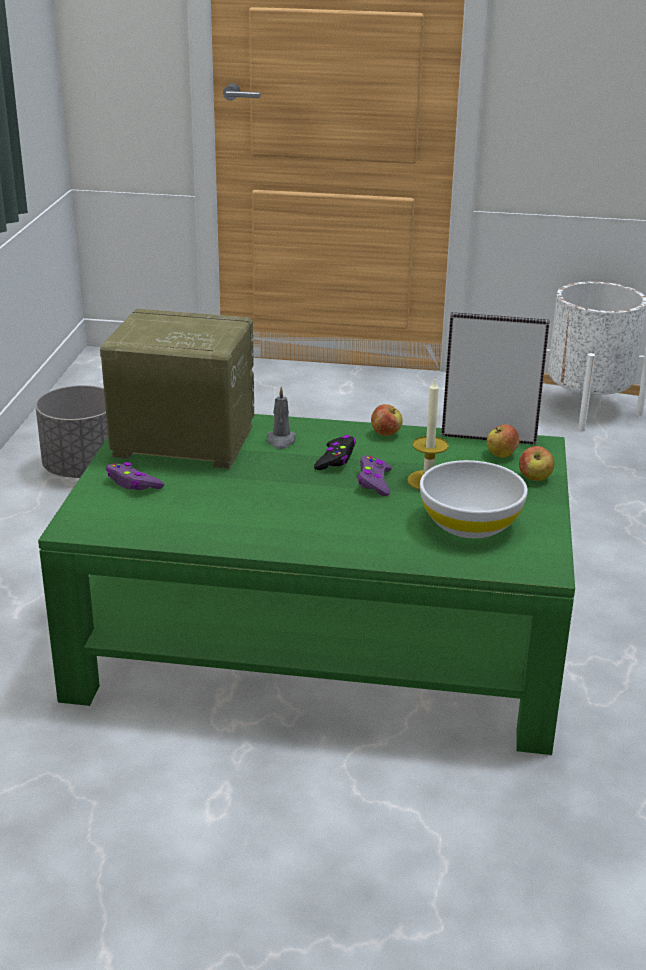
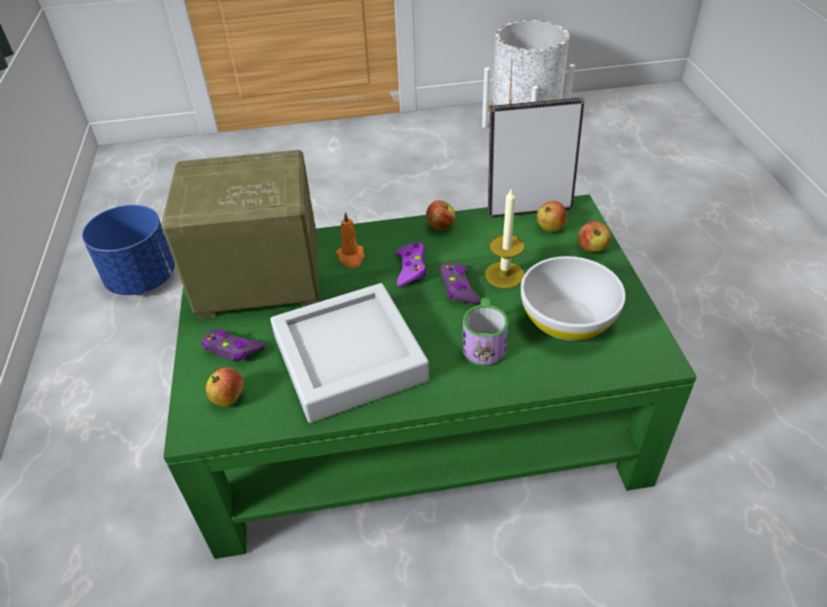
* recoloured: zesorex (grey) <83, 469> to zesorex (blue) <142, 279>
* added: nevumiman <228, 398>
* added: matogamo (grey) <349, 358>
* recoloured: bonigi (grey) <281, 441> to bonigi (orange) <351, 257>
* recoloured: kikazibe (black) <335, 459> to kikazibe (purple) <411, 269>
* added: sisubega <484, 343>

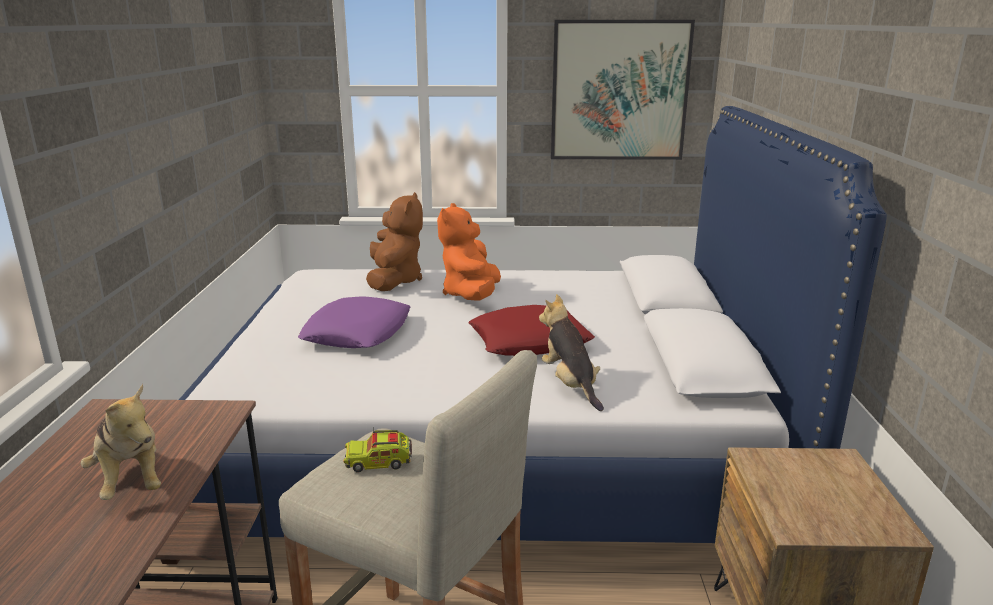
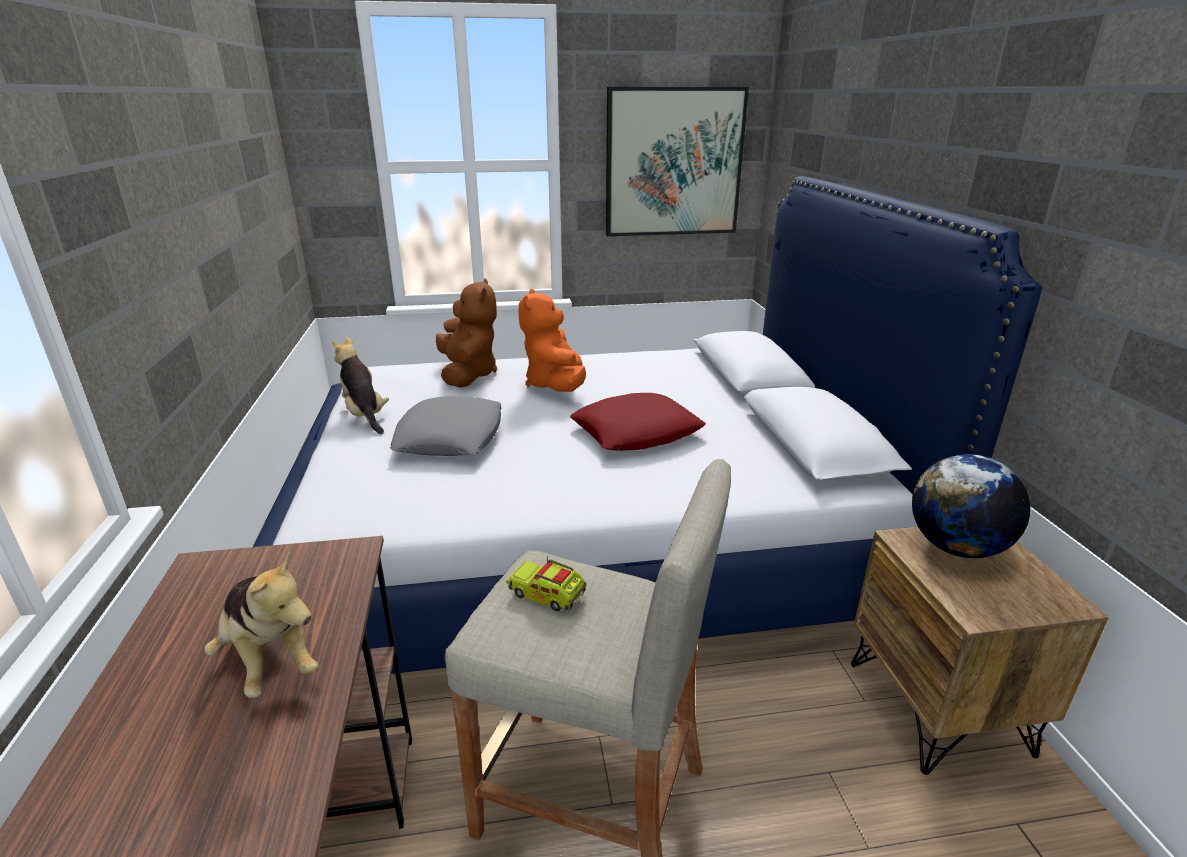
* moved: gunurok <570, 384> to <365, 415>
* recoloured: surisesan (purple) <357, 333> to surisesan (grey) <450, 437>
* turned: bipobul <379, 462> = <547, 594> 45 degrees clockwise
* added: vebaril <956, 548>

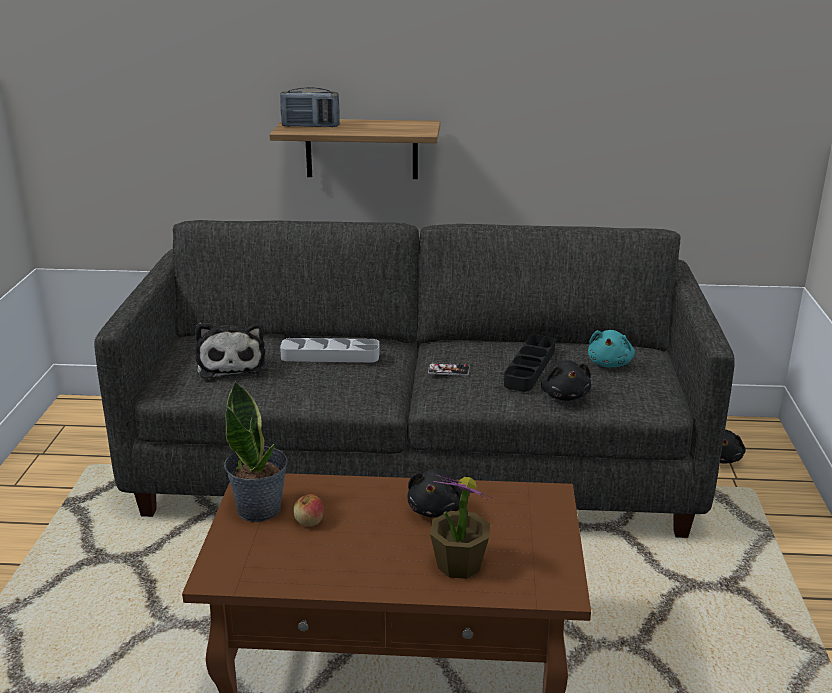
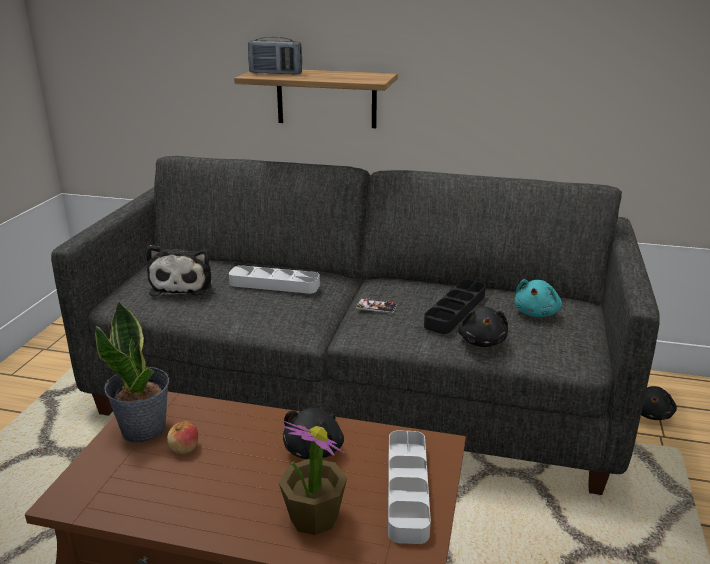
* added: matogamo (grey) <407, 489>

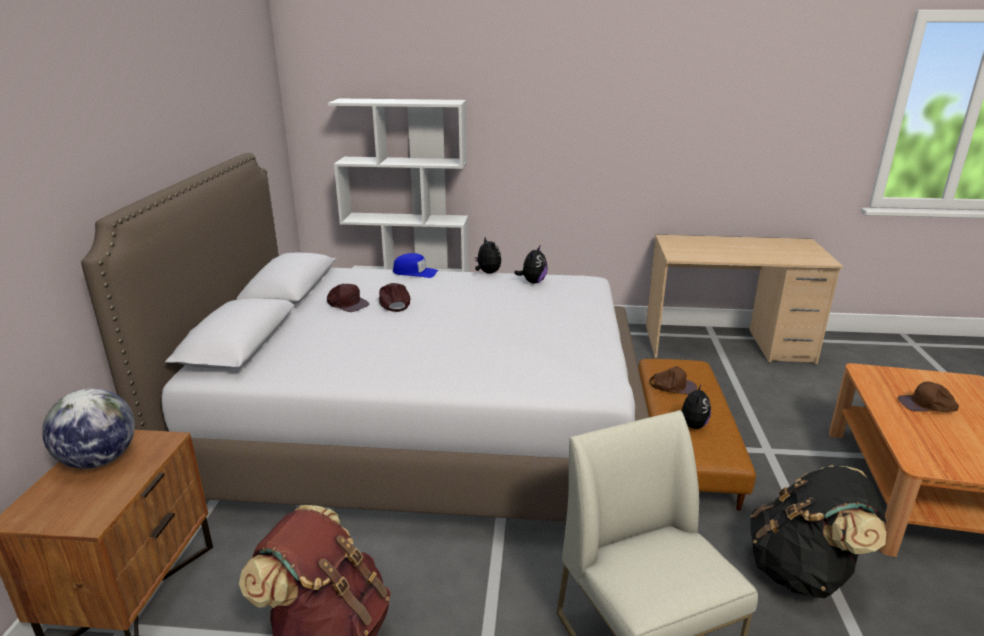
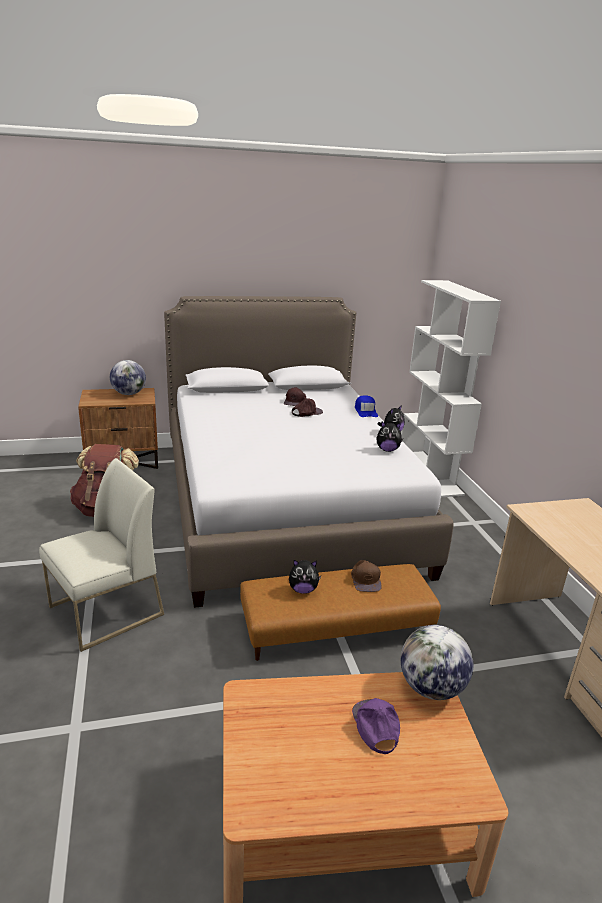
* recoloured: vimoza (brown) <927, 405> to vimoza (purple) <375, 726>
* added: vebaril <431, 688>
* removed: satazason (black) <802, 571>

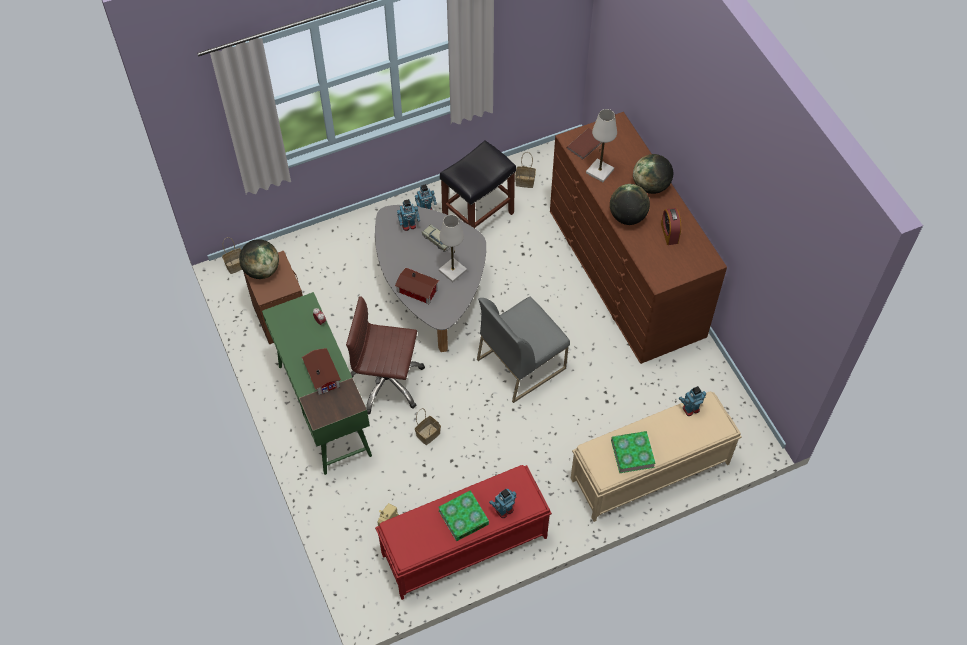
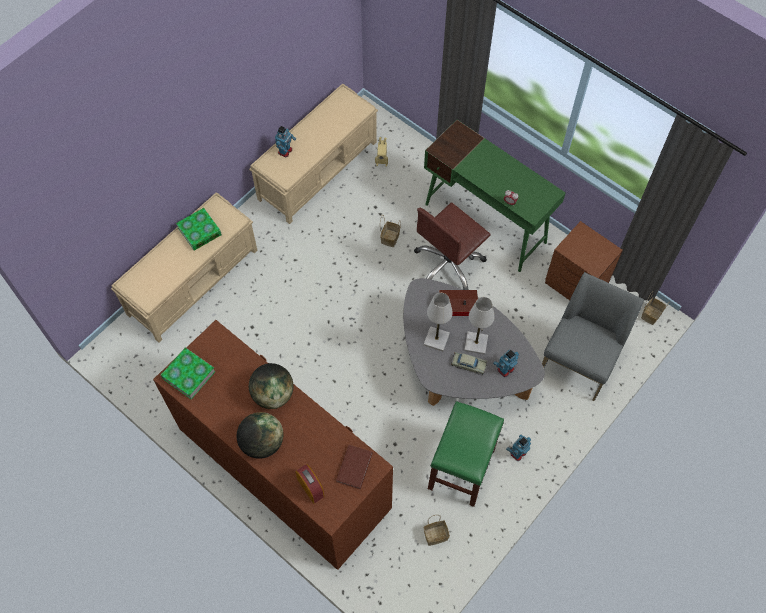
* moved: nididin <463, 517> to <188, 375>
* recoloured: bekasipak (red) <463, 546> to bekasipak (beige) <318, 169>
* moved: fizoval <669, 233> to <310, 487>
* turned: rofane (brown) <386, 382> = <449, 265> 150 degrees clockwise
* recoloured: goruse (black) <478, 215> to goruse (green) <461, 470>
* moved: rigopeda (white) <599, 171> to <476, 343>
* moved: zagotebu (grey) <521, 363> to <579, 362>
* removed: vebaril <261, 270>
* removed: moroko <323, 374>
* removed: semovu <690, 409>

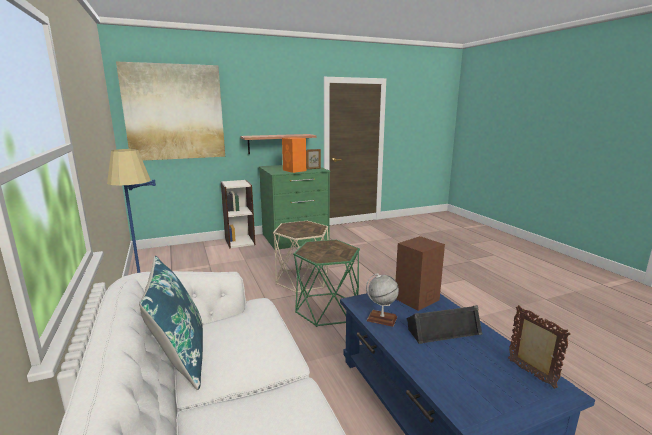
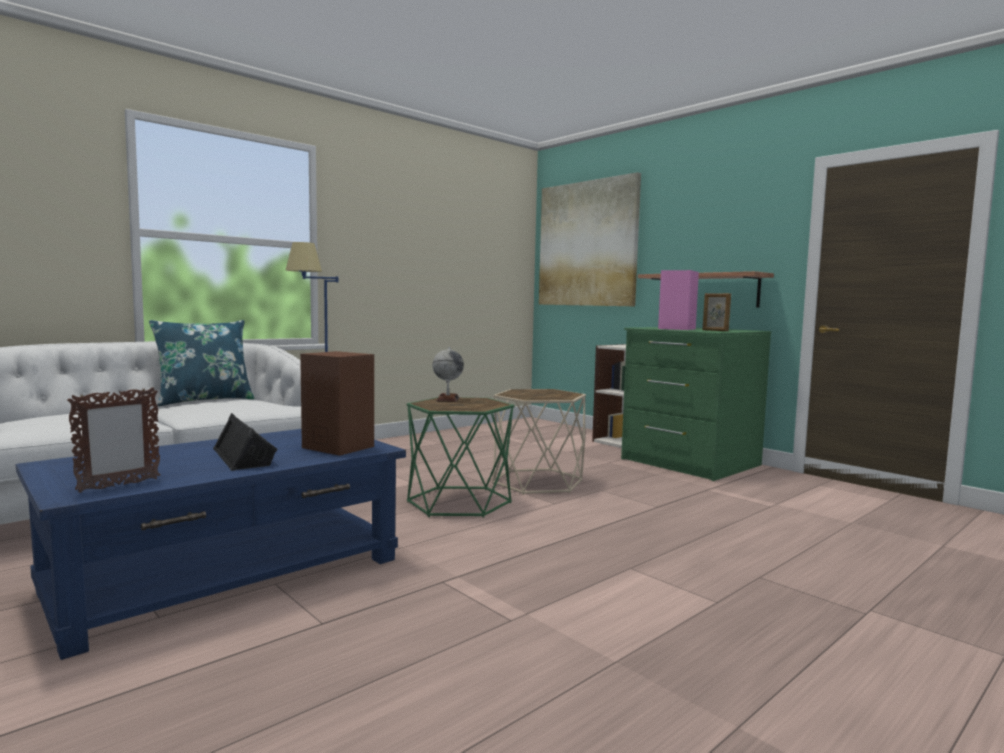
* moved: vebaril <381, 319> to <447, 399>
* recoloured: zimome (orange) <294, 170> to zimome (pink) <676, 329>

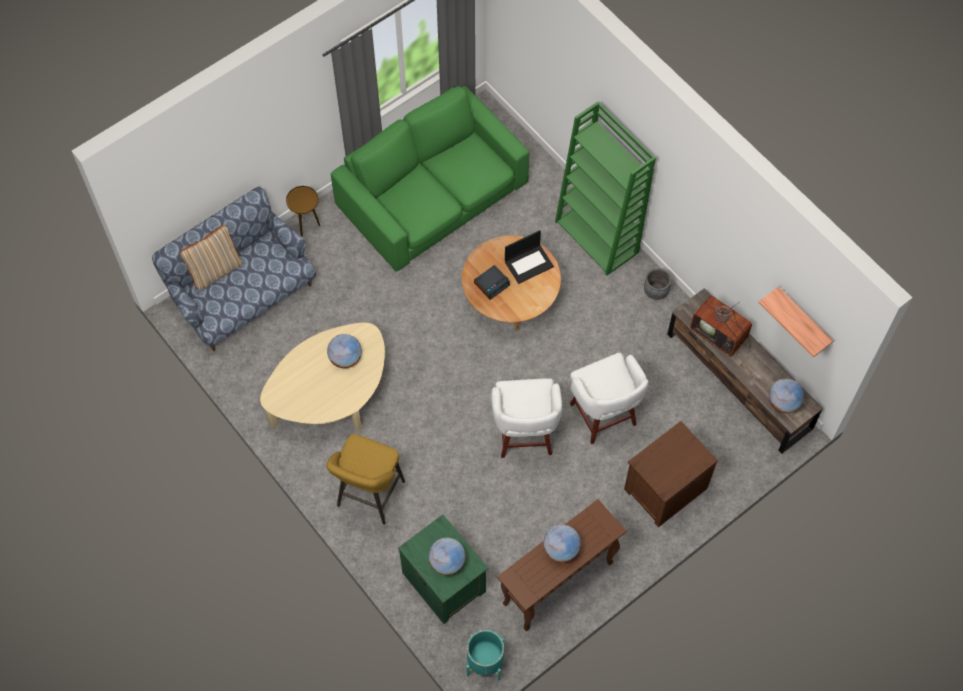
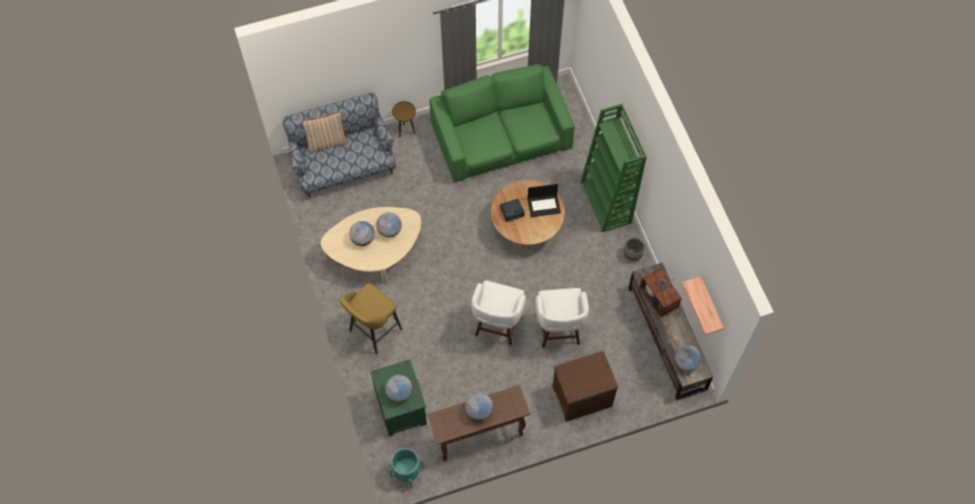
* added: vebaril <363, 239>

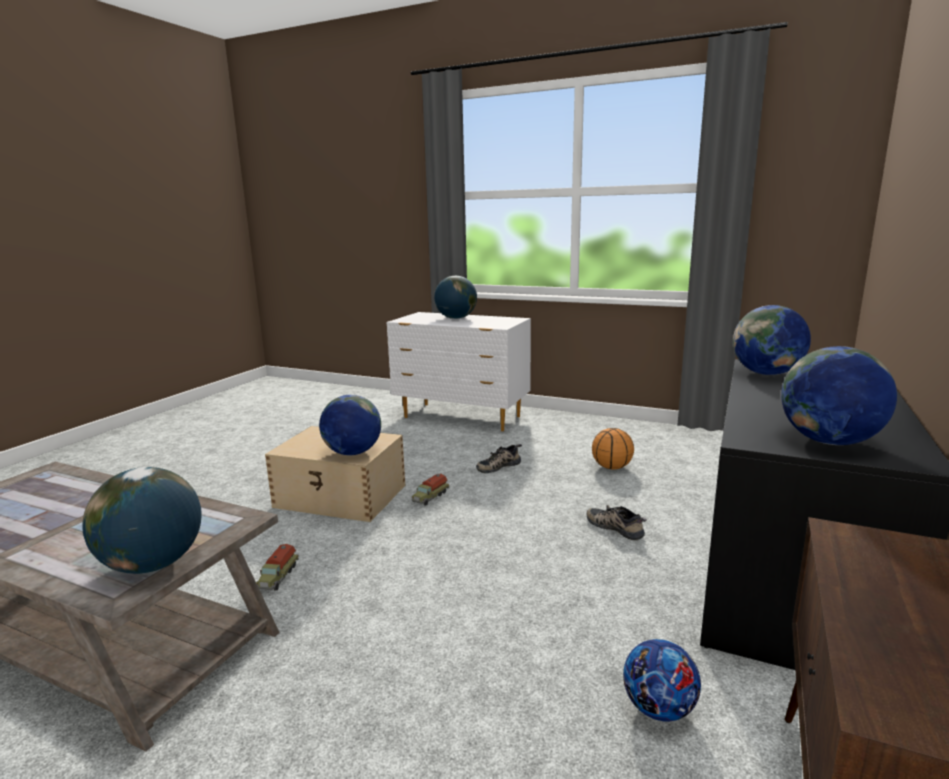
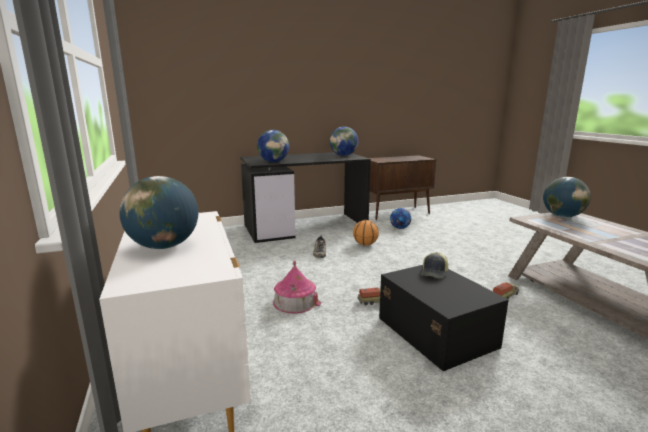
* replaced: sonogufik <498, 465> to moroko <295, 301>
* moved: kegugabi <612, 467> to <365, 244>
* recoloured: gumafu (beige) <341, 496> to gumafu (black) <435, 331>
* replaced: vebaril <352, 453> to vimoza <434, 273>

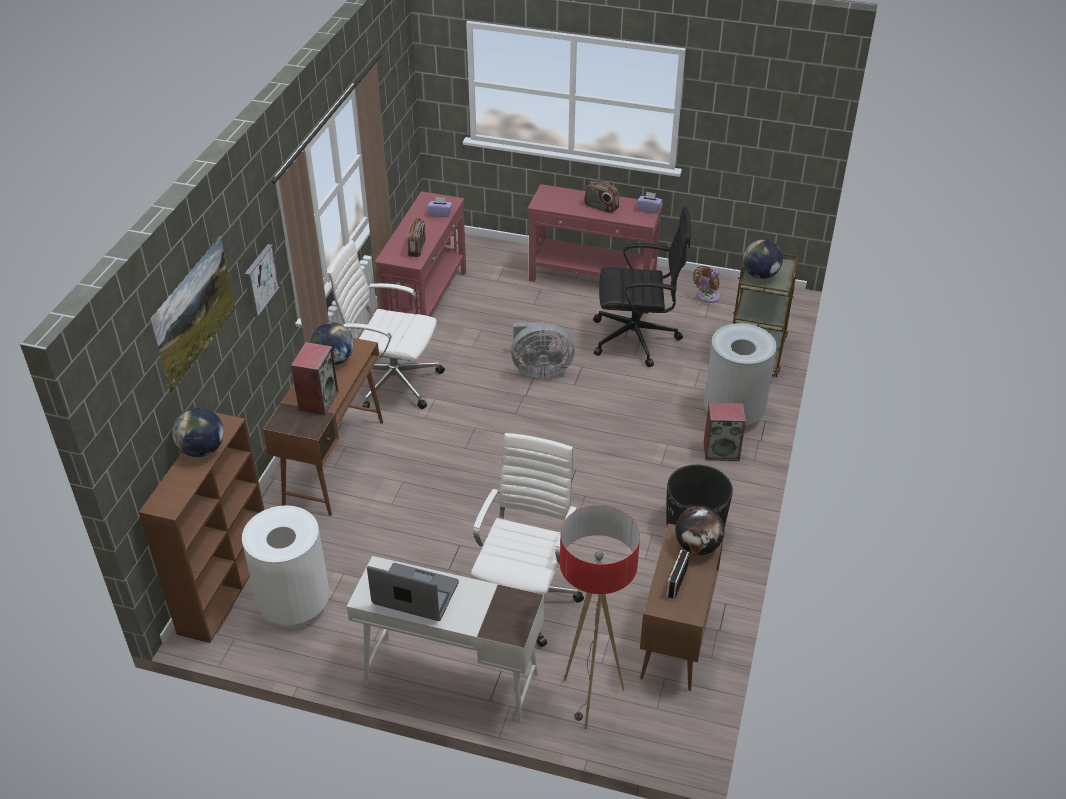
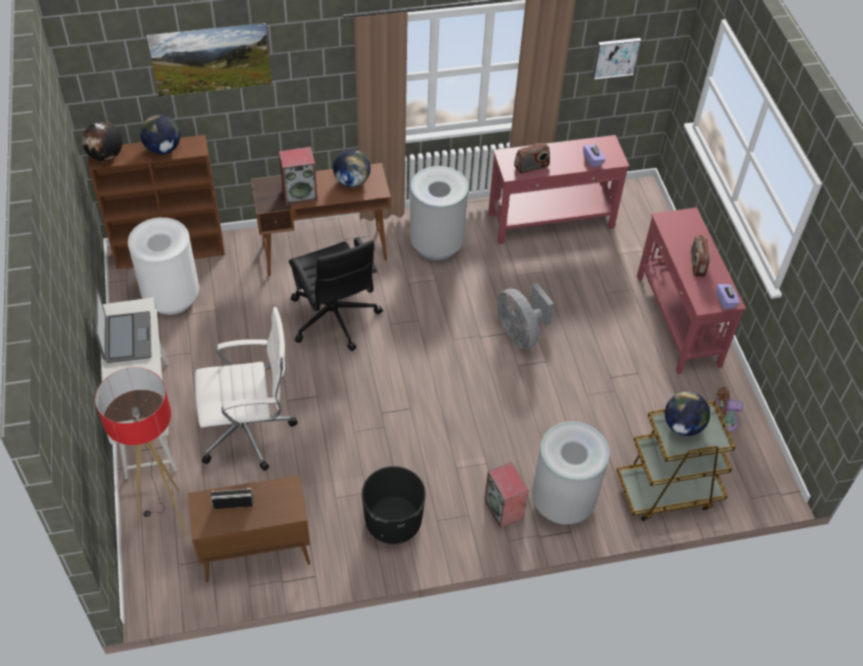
* moved: vebaril <698, 546> to <106, 156>
* moved: rofane (black) <637, 338> to <334, 319>
* replaced: rofane (white) <392, 382> to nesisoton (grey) <436, 244>
* moved: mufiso <260, 280> to <615, 57>

